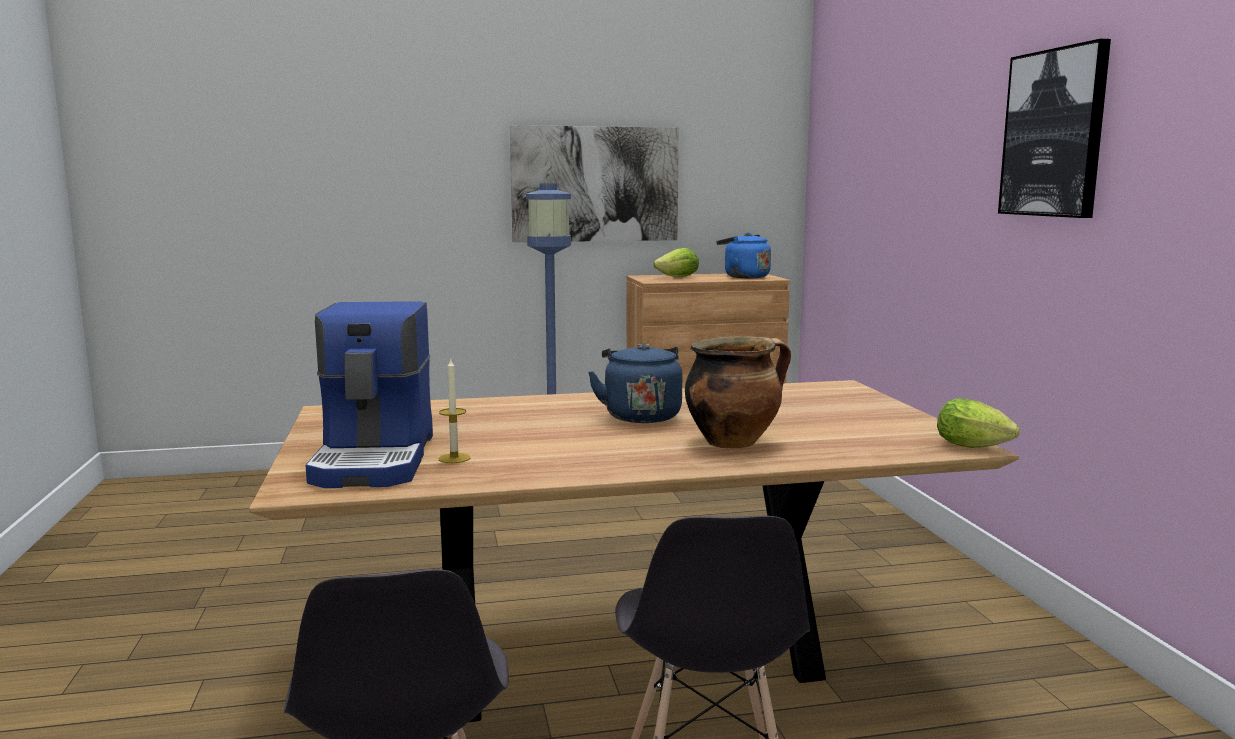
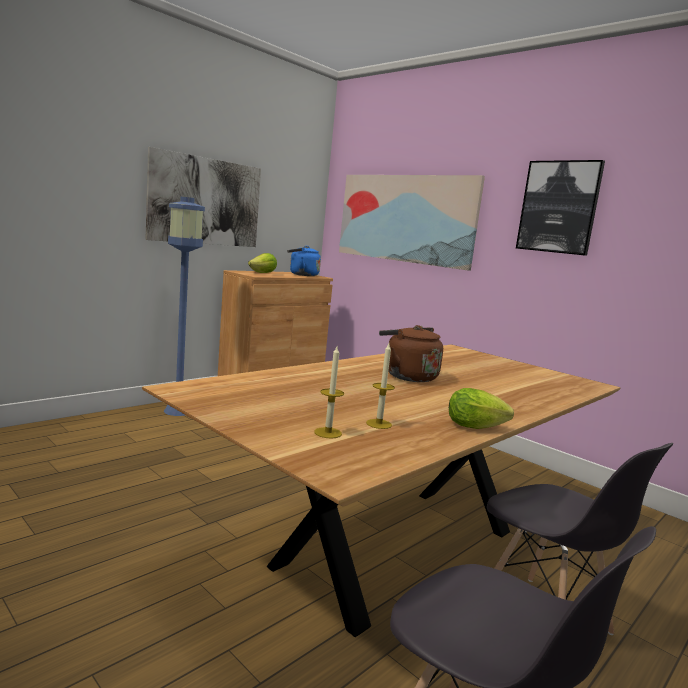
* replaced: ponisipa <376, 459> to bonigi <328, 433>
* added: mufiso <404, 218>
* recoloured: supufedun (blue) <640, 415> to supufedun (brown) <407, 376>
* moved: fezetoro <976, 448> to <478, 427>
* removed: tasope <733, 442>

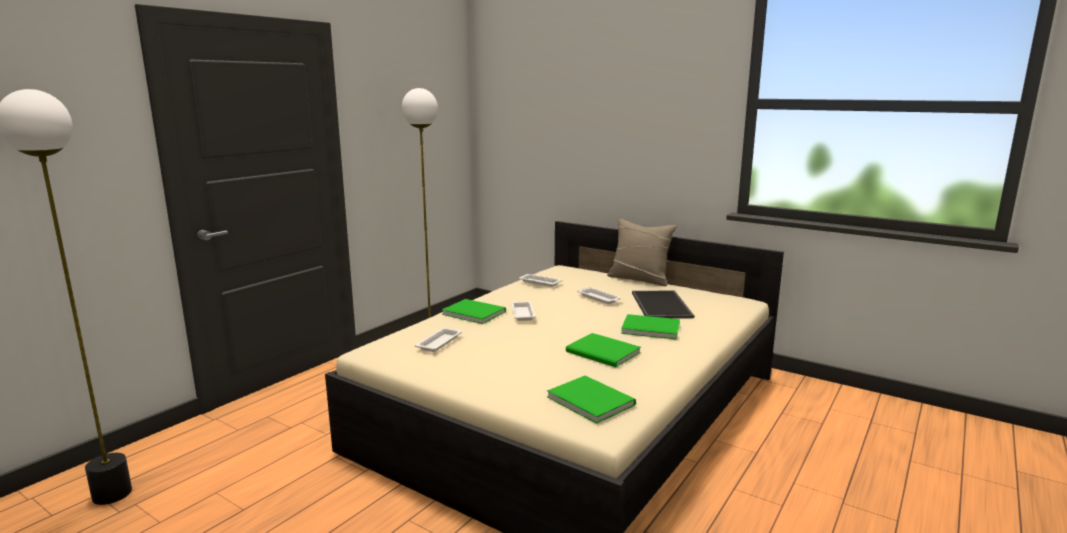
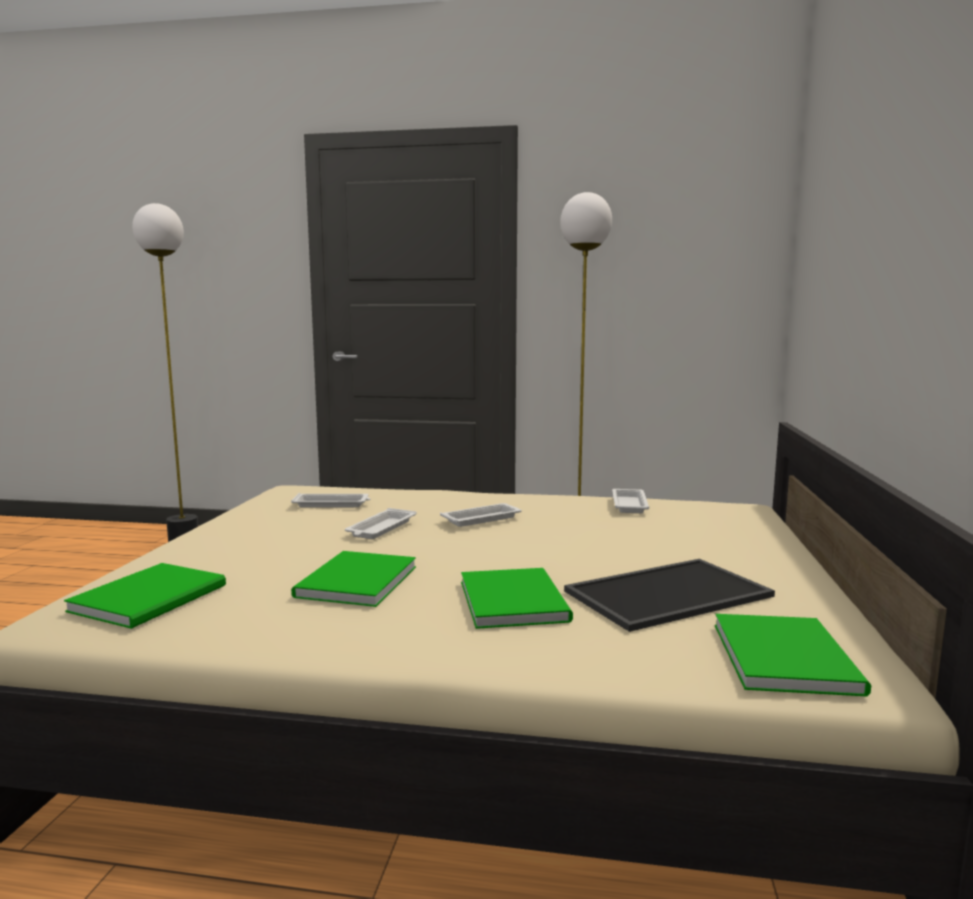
* moved: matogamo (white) <599, 298> to <381, 529>
* moved: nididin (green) <473, 312> to <787, 655>
* removed: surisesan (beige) <639, 279>

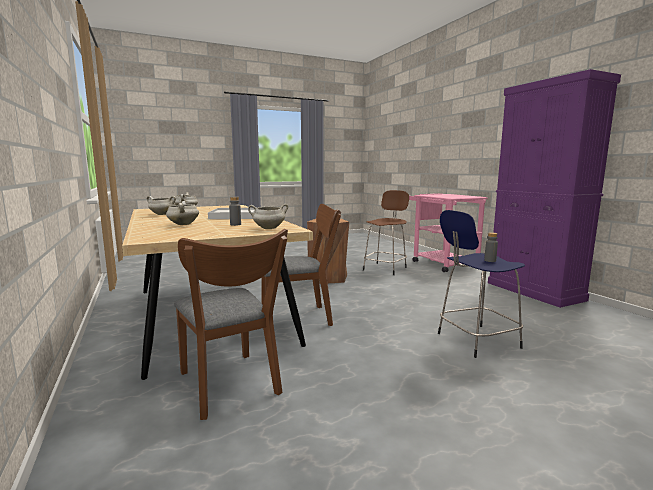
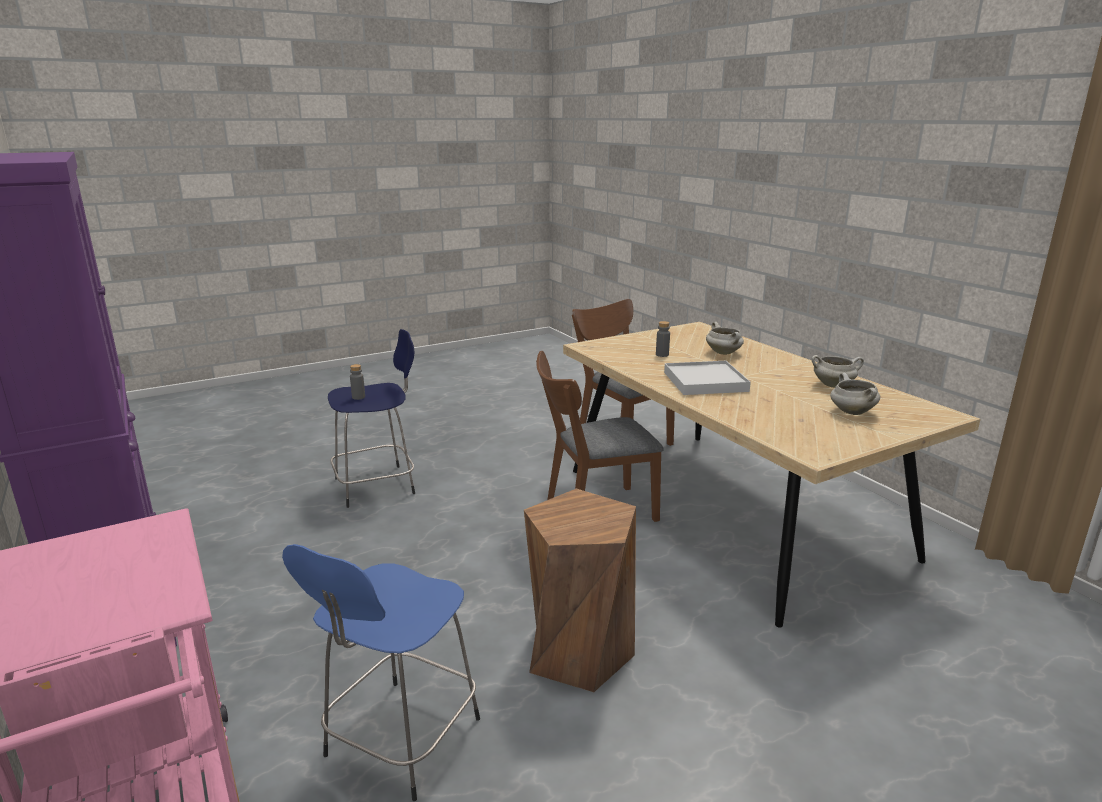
* recoloured: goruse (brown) <385, 268> to goruse (blue) <400, 741>
* removed: tasope (white) <268, 228>

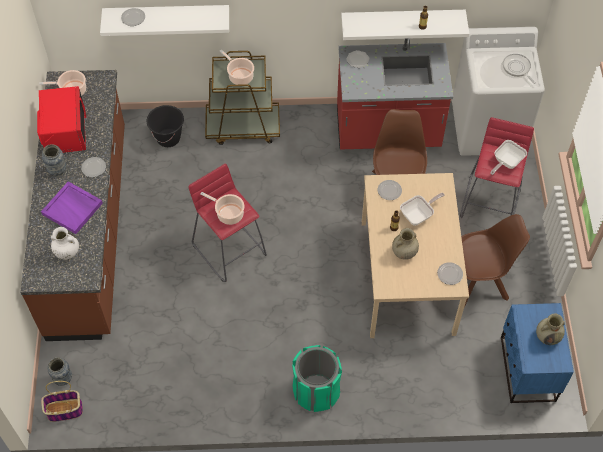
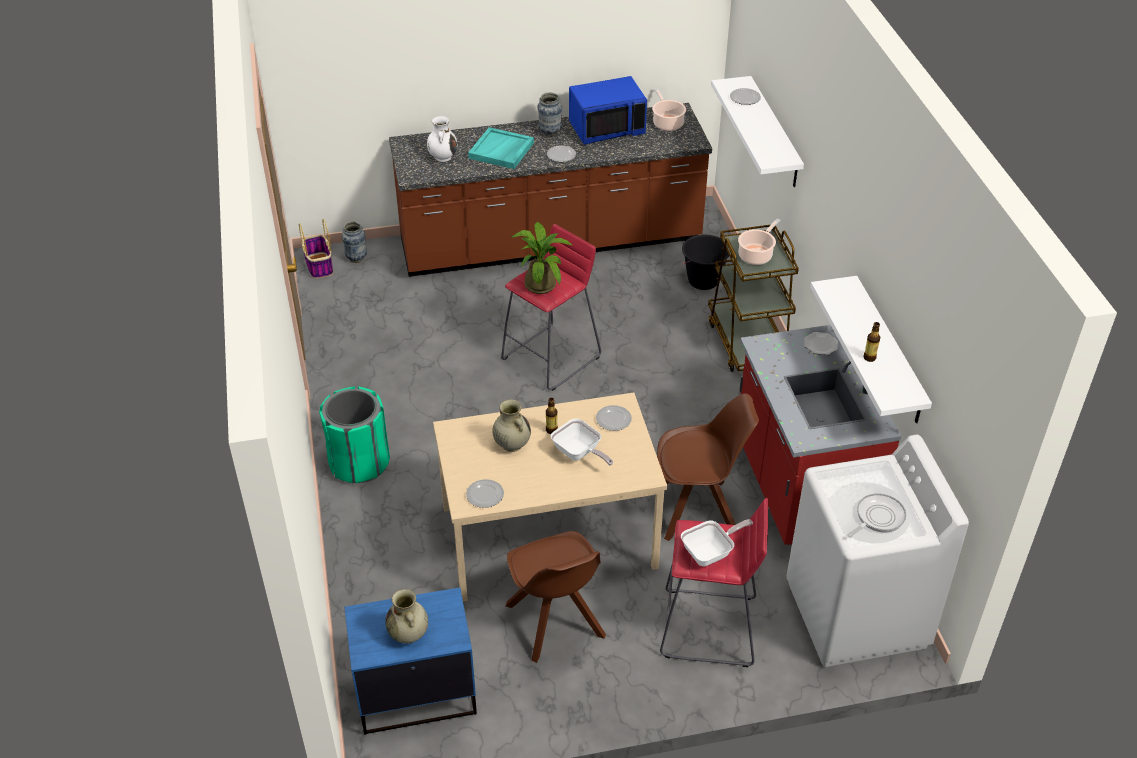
* recoloured: matogamo (purple) <73, 208> to matogamo (turquoise) <501, 151>
* replaced: tasope <228, 214> to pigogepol <541, 283>
* recoloured: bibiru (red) <64, 131> to bibiru (blue) <606, 128>
* turned: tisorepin <506, 163> = <711, 553> 120 degrees clockwise

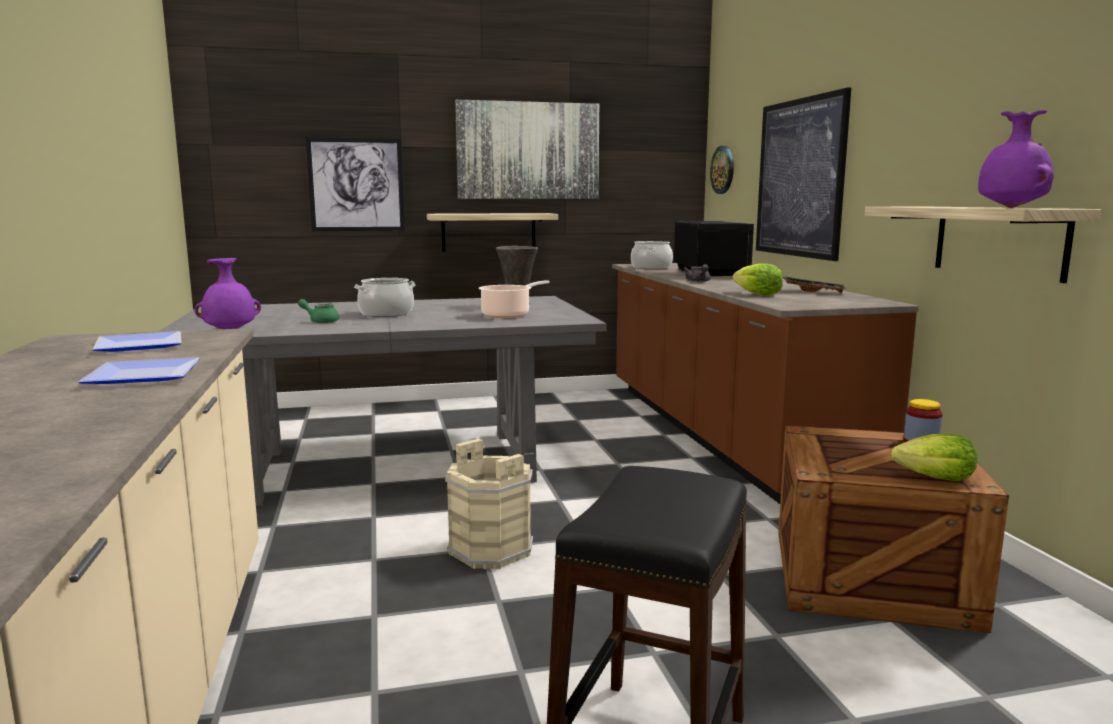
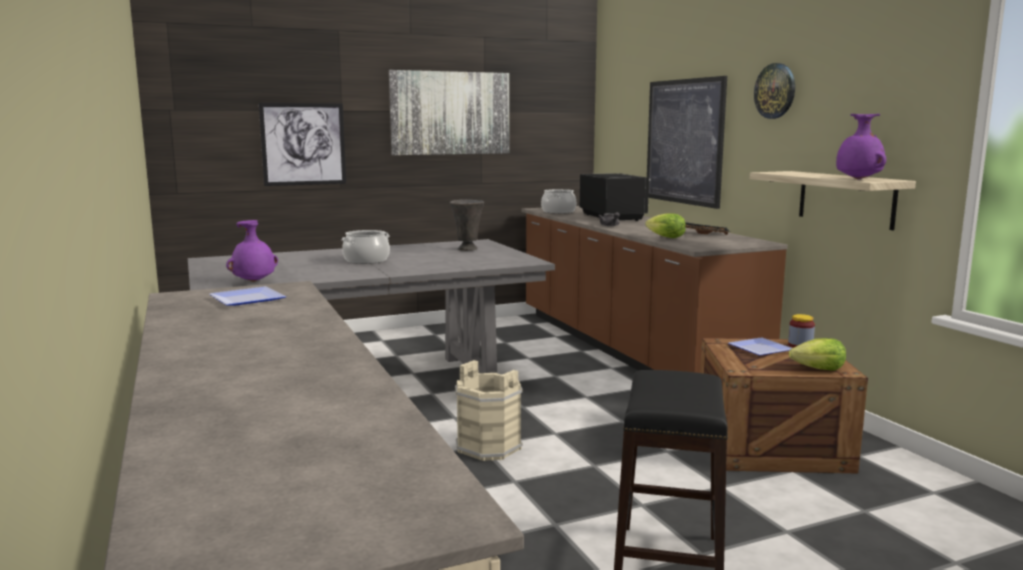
* moved: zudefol <146, 376> to <762, 349>
* moved: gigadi <723, 170> to <775, 91>
* removed: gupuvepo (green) <321, 321>
* removed: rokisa <488, 232>
* removed: tasope <508, 315>

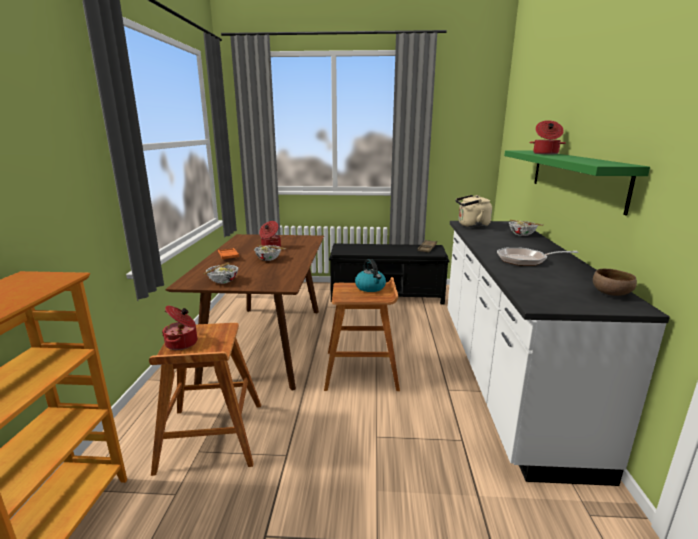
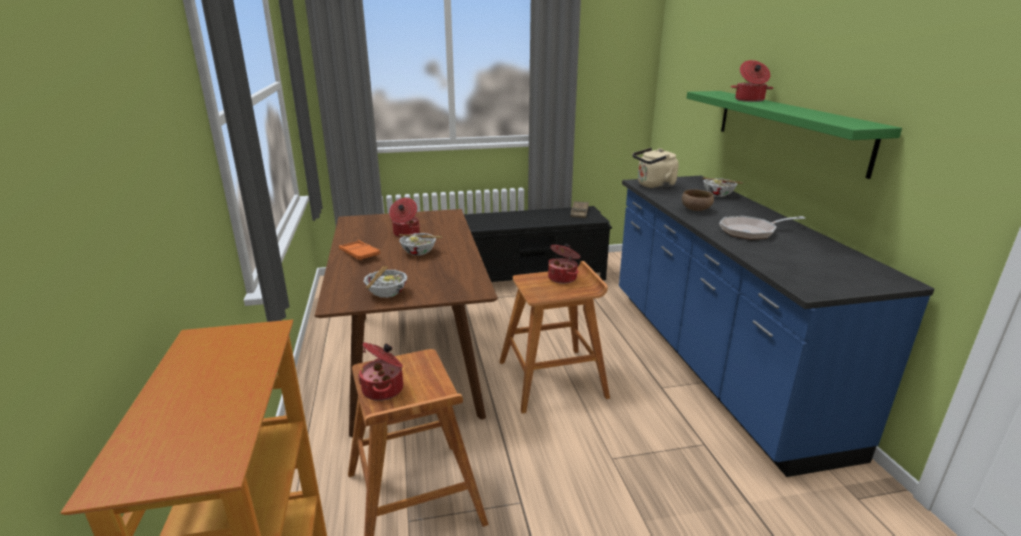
* replaced: supufedun <370, 287> to tasope <563, 278>
* recoloured: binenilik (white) <504, 377> to binenilik (blue) <713, 363>
* moved: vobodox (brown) <612, 294> to <696, 210>

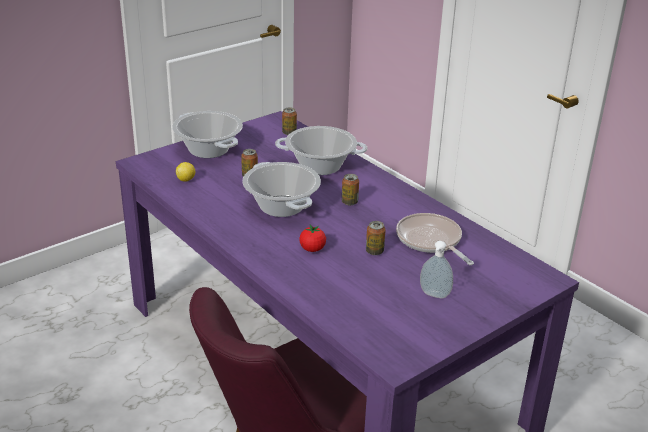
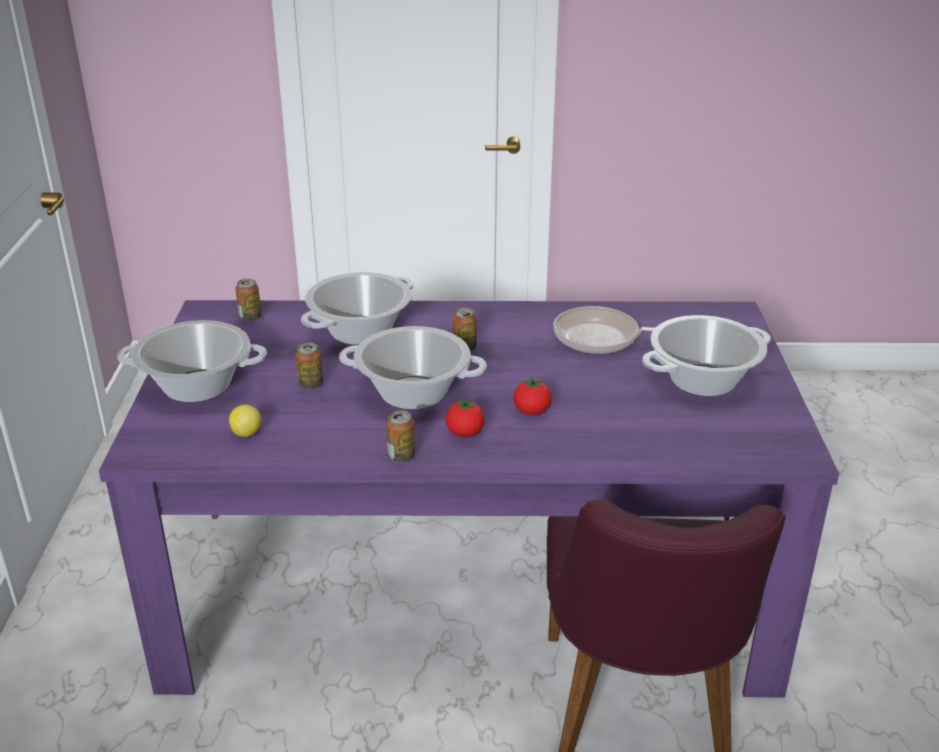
* moved: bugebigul <374, 251> to <401, 456>
* added: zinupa <465, 433>
* replaced: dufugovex <434, 295> to tasope <702, 380>

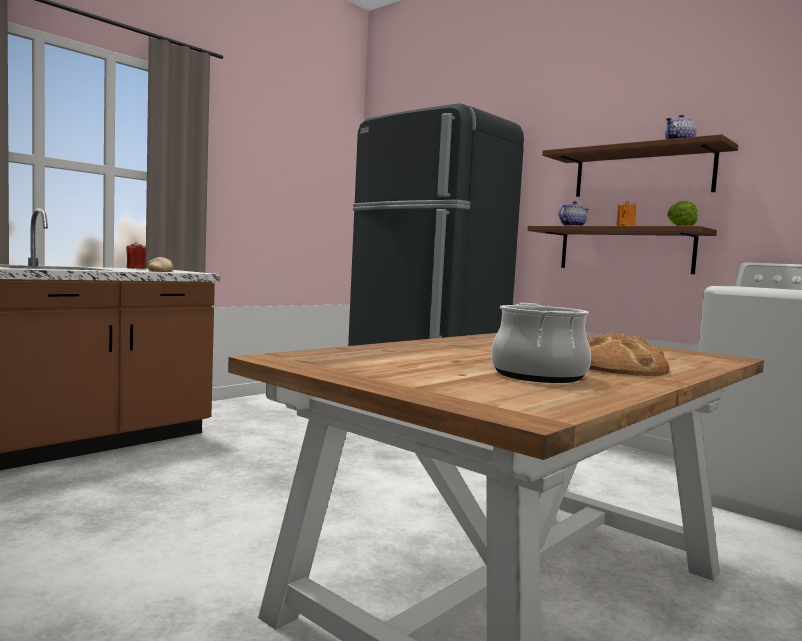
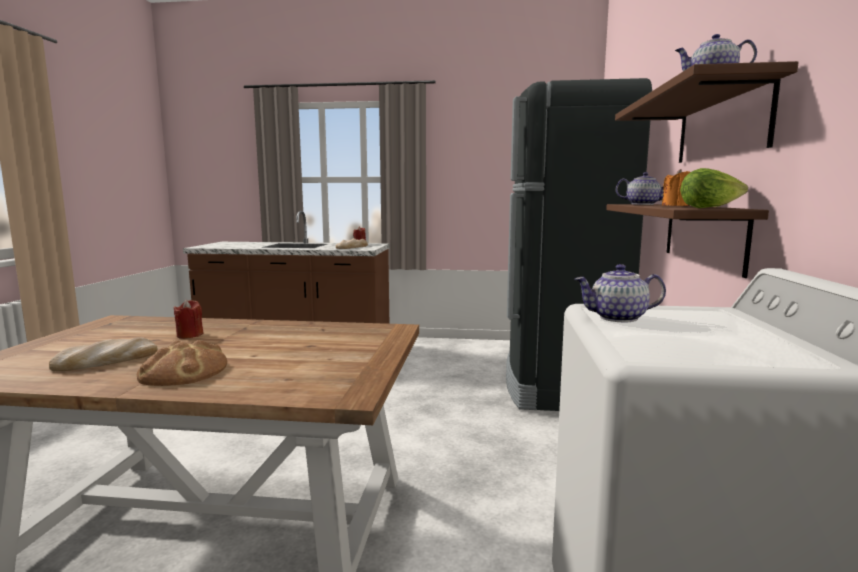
* replaced: tasope <538, 375> to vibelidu <106, 360>
* added: bonigi (red) <190, 335>
* added: gupuvepo <617, 318>

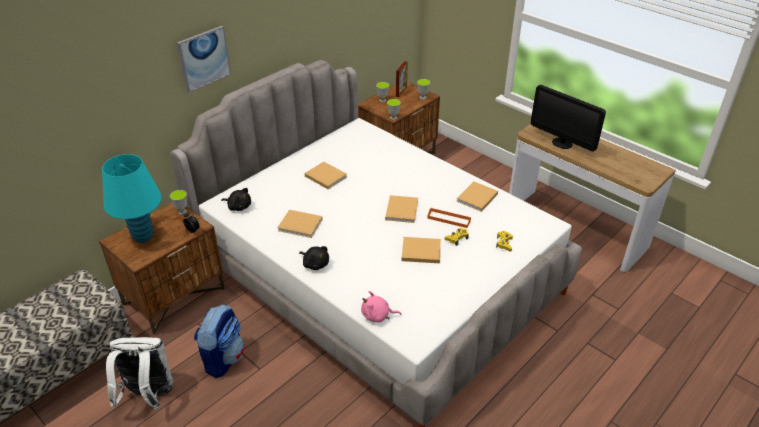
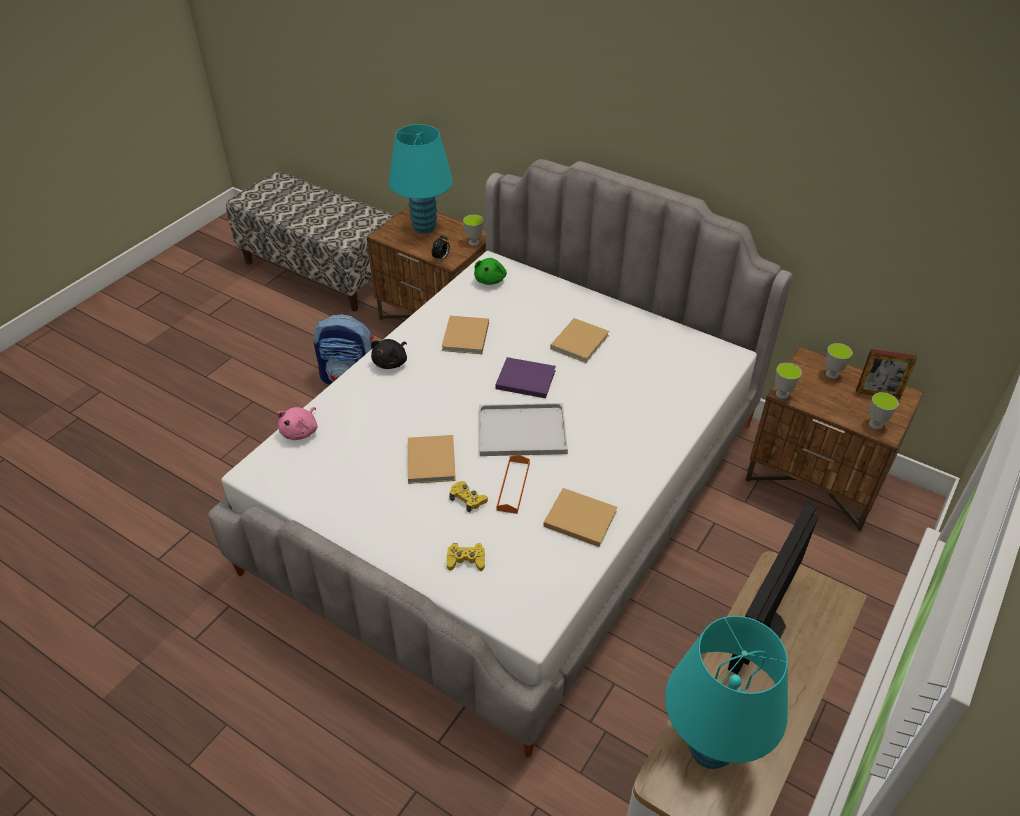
* turned: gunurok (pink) <377, 316> = <301, 431> 150 degrees counterclockwise
* recoloured: gunurok (black) <238, 206> to gunurok (green) <490, 280>
* replaced: nididin (beige) <402, 209> to matogamo (white) <524, 430>
* added: nididin (purple) <524, 379>
* added: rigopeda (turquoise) <710, 750>
* removed: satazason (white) <148, 396>
* removed: mufiso <204, 58>

